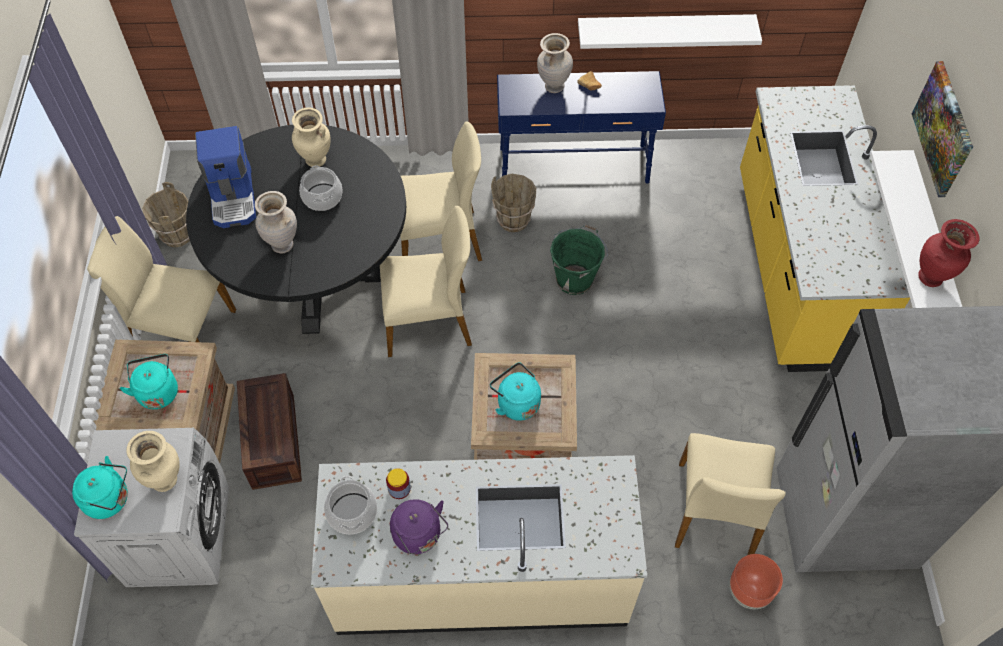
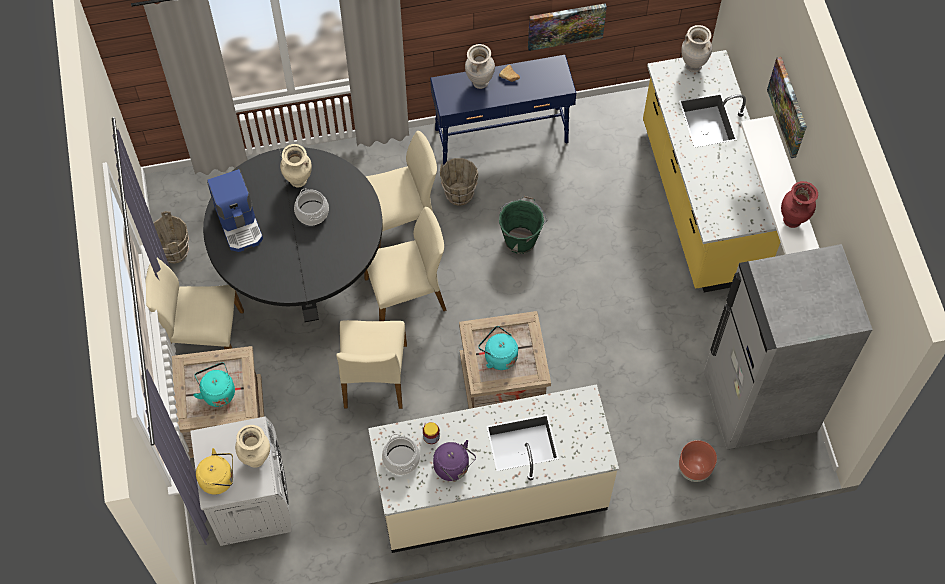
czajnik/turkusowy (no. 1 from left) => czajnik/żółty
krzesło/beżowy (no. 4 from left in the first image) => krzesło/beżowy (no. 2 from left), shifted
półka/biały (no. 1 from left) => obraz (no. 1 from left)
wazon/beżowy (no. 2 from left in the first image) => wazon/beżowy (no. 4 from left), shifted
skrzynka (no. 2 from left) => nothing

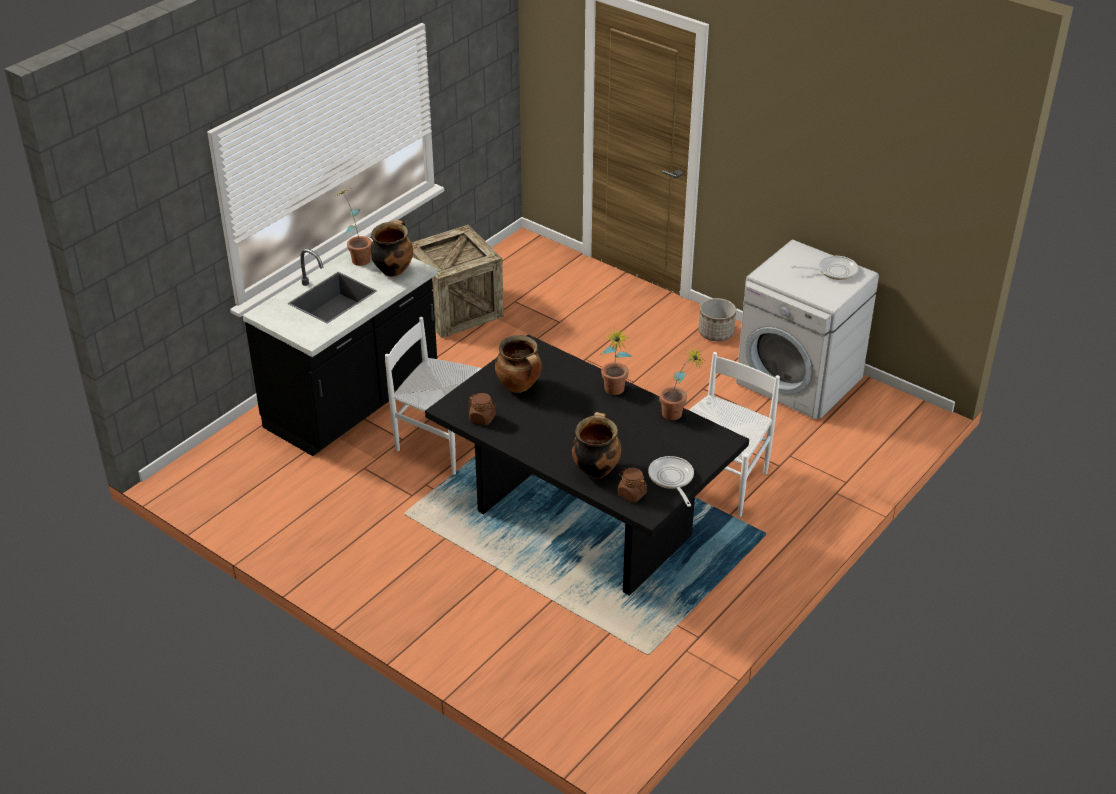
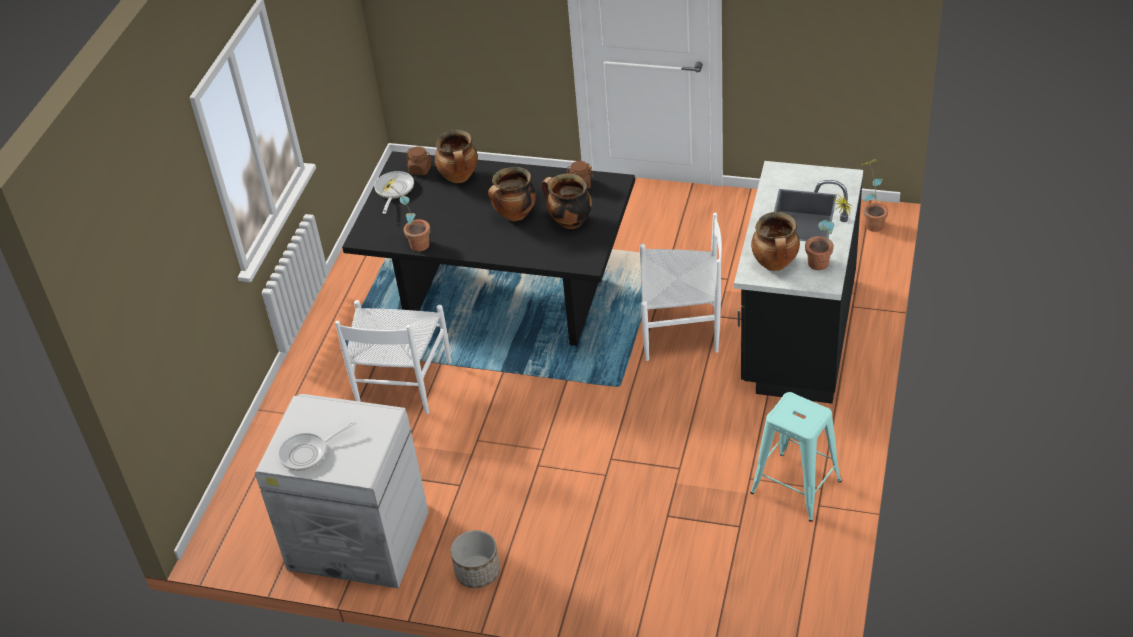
patelnia (no. 1 from left in the first image) => patelnia (no. 2 from left), 135 degrees counterclockwise
nothing => garnek (no. 2 from left)
skrzynka => stołek/turkusowy
roślina doniczkowa (no. 2 from left in the first image) => roślina doniczkowa (no. 3 from left), shifted

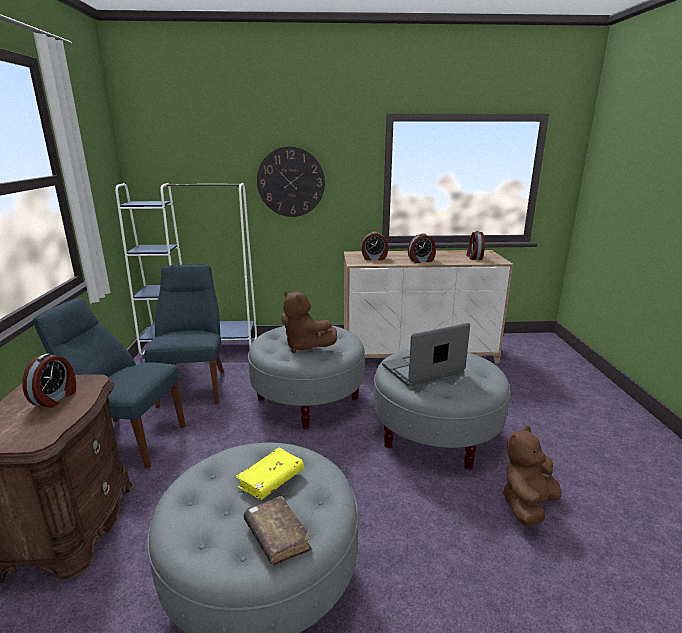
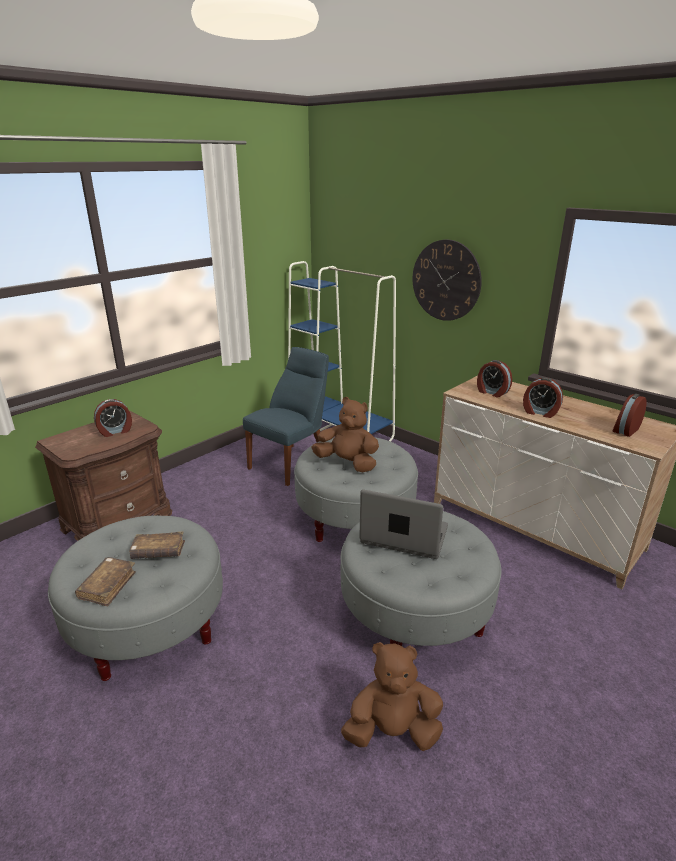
książka/żółty => książka/brązowy (no. 2 from left)
pluszak/brązowy (no. 1 from left), 120 degrees clockwise
krzesło/niebieski (no. 1 from left) => nothing

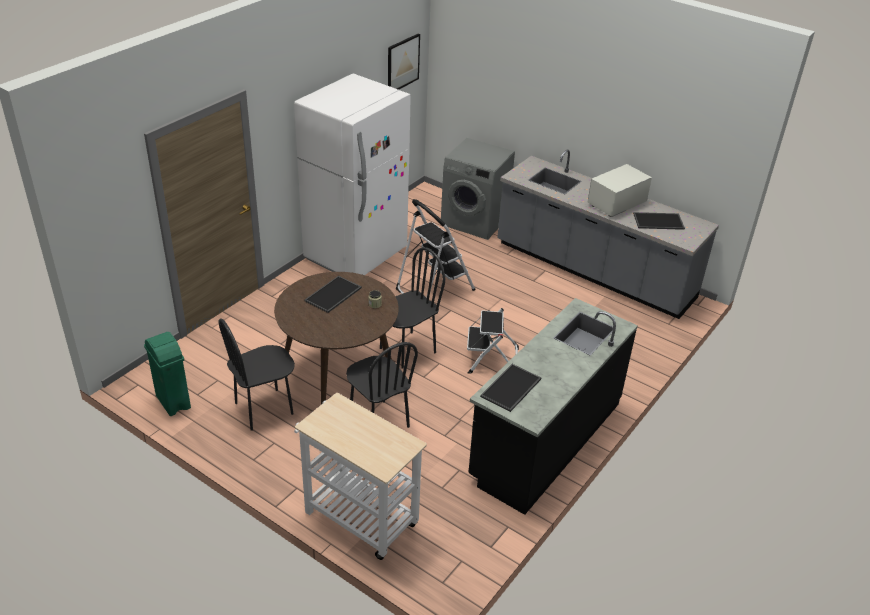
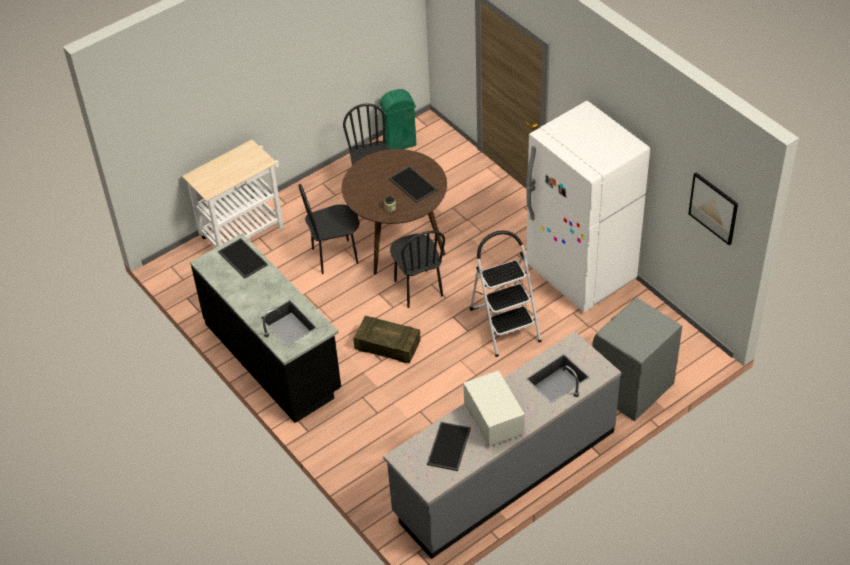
drabinka (no. 2 from left) => skrzynka

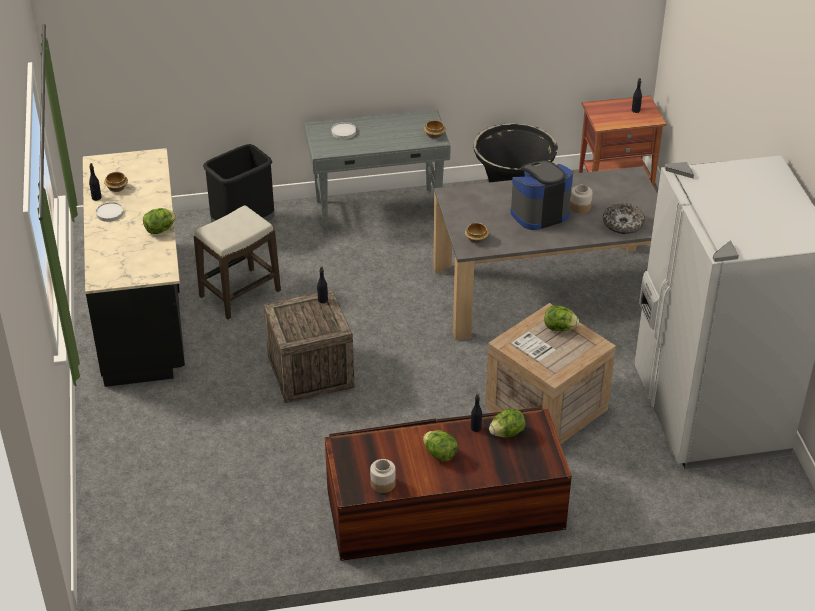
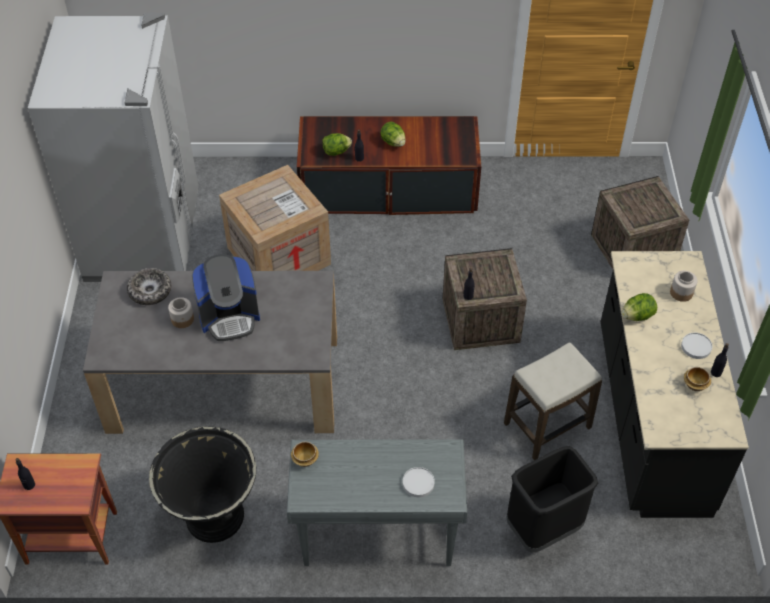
nothing => skrzynka (no. 3 from left)
słoik (no. 1 from left in the first image) => słoik (no. 2 from left), shifted
miska (no. 3 from left) => nothing
sałata (no. 4 from left) => nothing

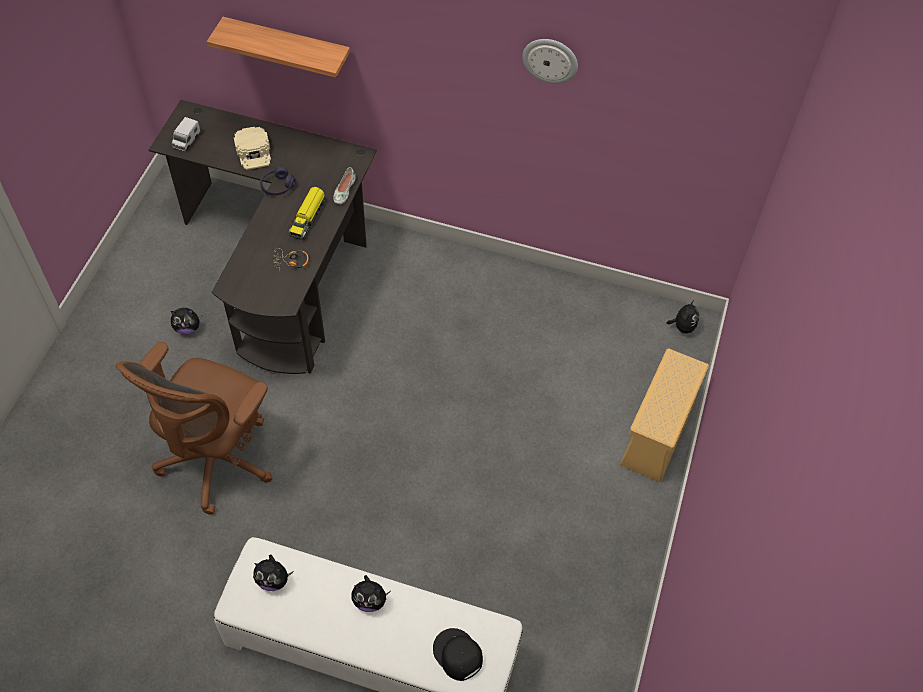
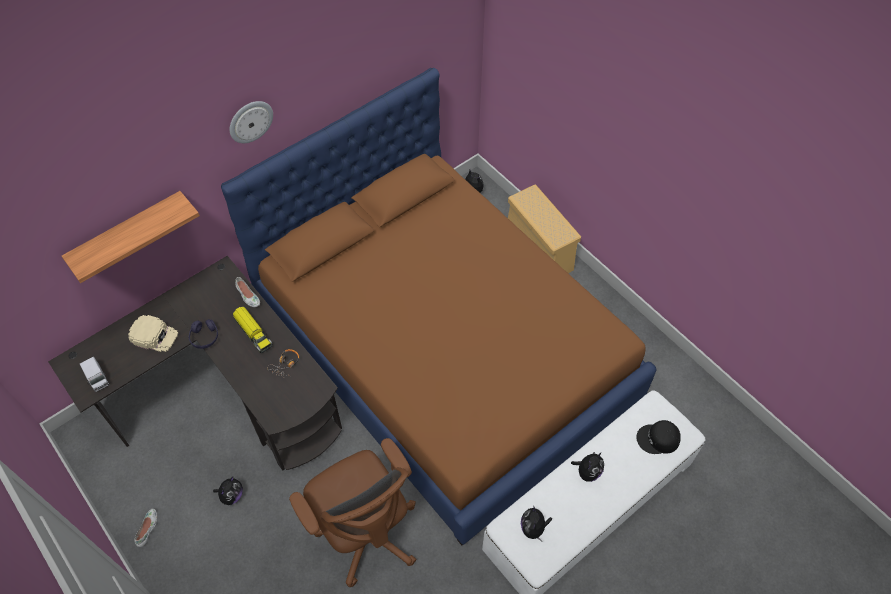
nothing => but/biały (no. 1 from left)
nothing => łóżko/brązowy
zegar ścienny, shifted
pluszak (no. 2 from left in the first image) => pluszak (no. 3 from left), 135 degrees clockwise

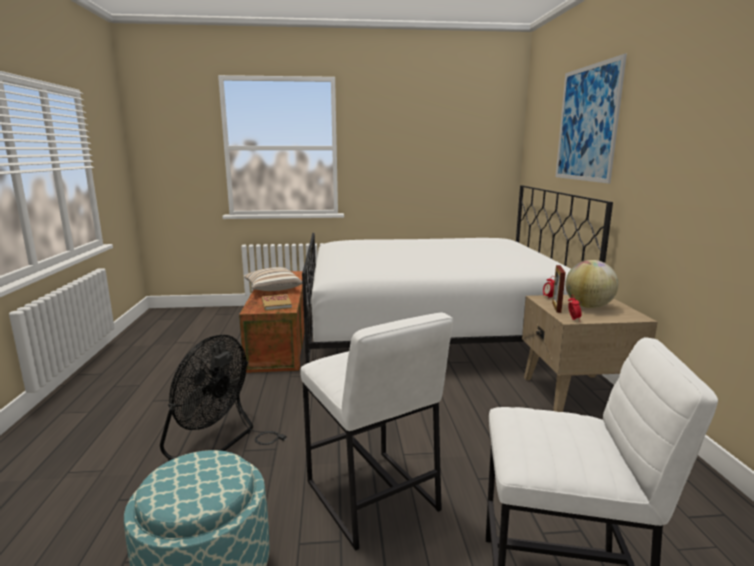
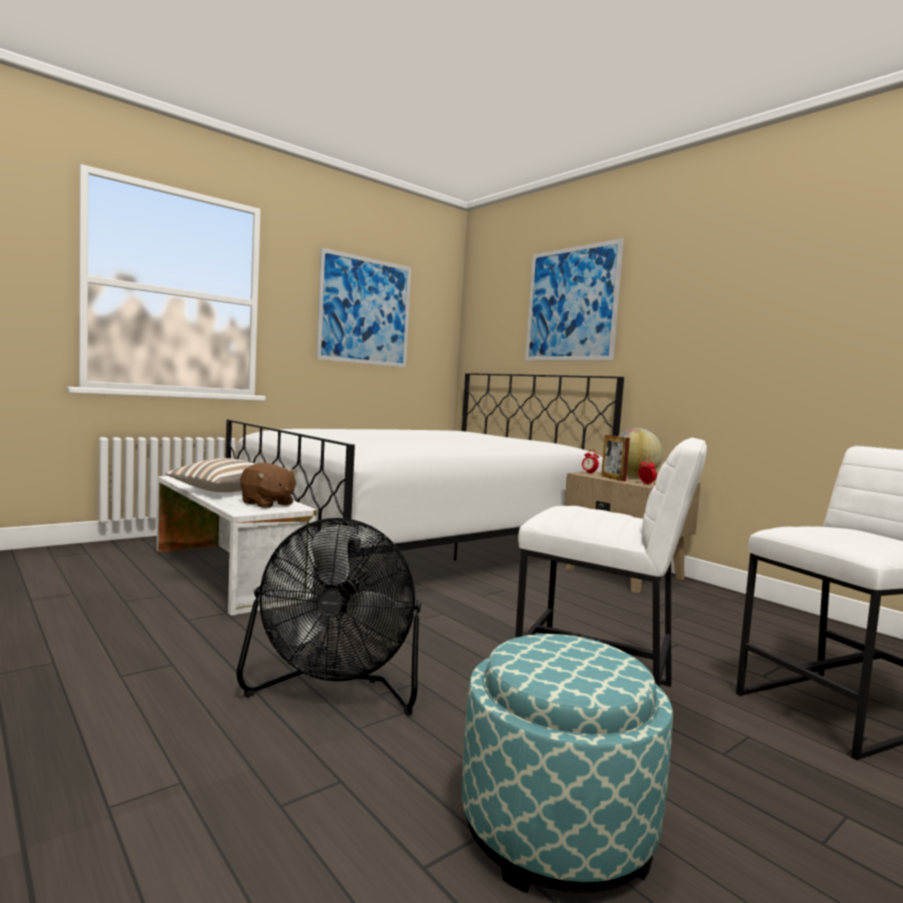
ławka/brązowy => ławka/biały
wentylator/czarny, 75 degrees counterclockwise
książka => pluszak/brązowy
nothing => obraz (no. 1 from left)

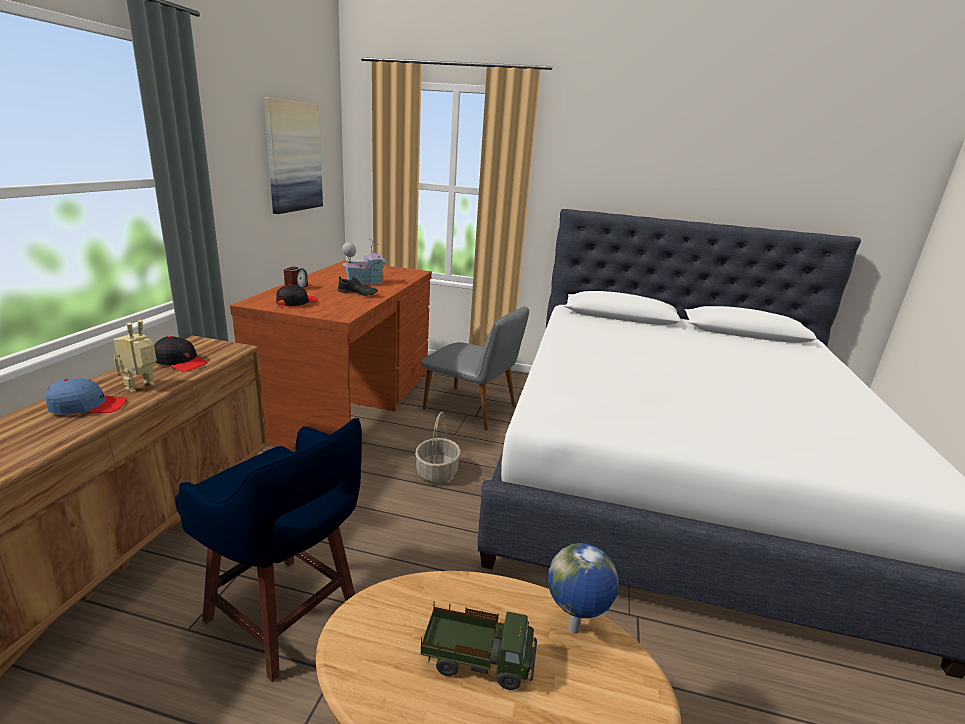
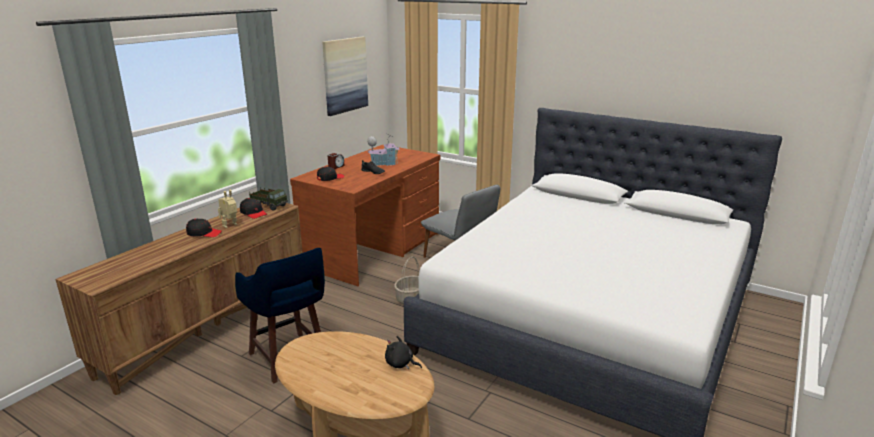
czapka z daszkiem/niebieski => czapka z daszkiem/czarny (no. 1 from left)
ciężarówka zabawkowa, shifted
globus => pluszak/czarny

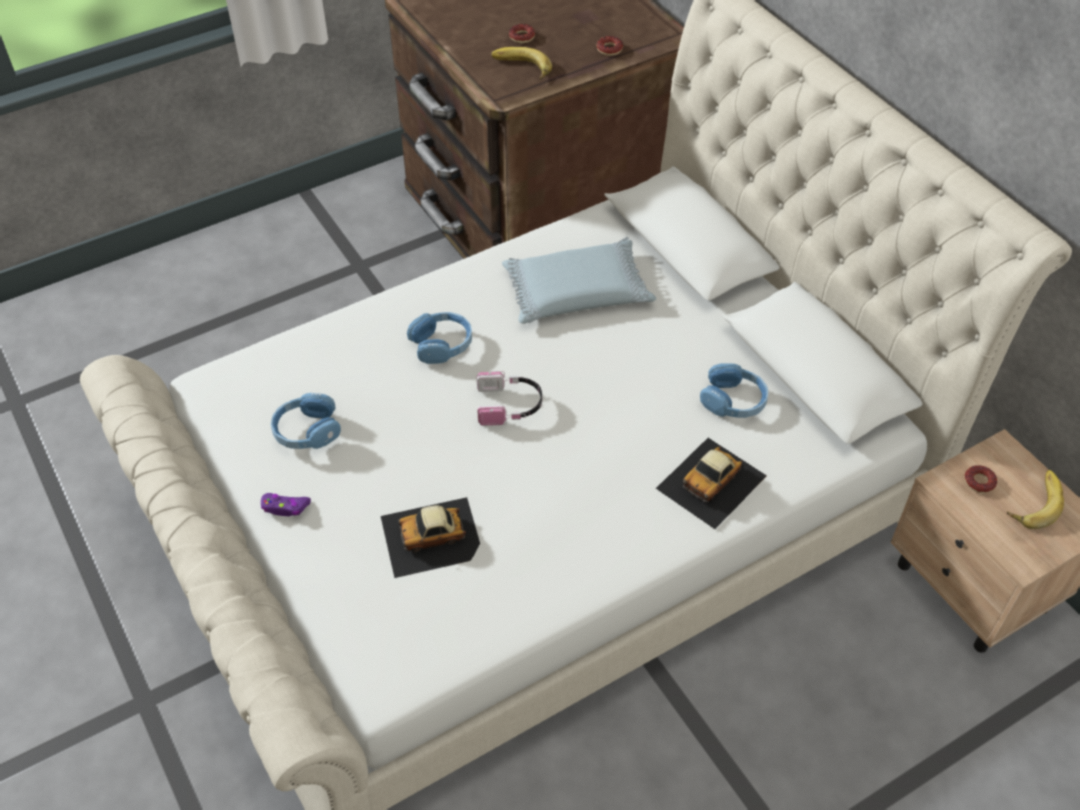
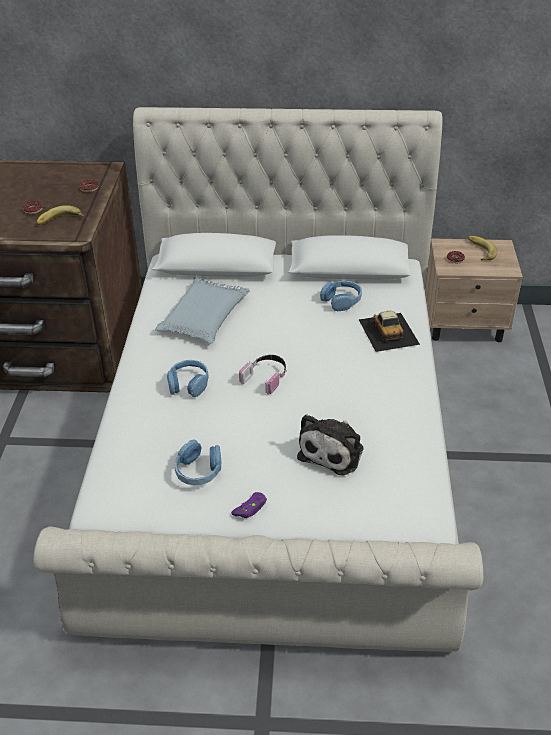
samochodzik (no. 1 from left) => pluszak

